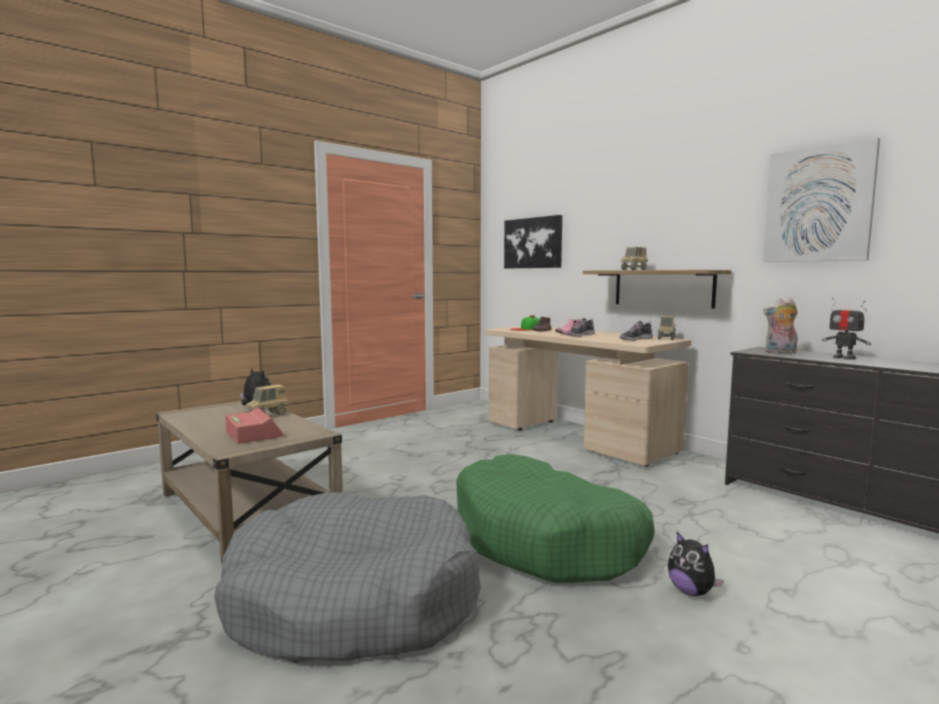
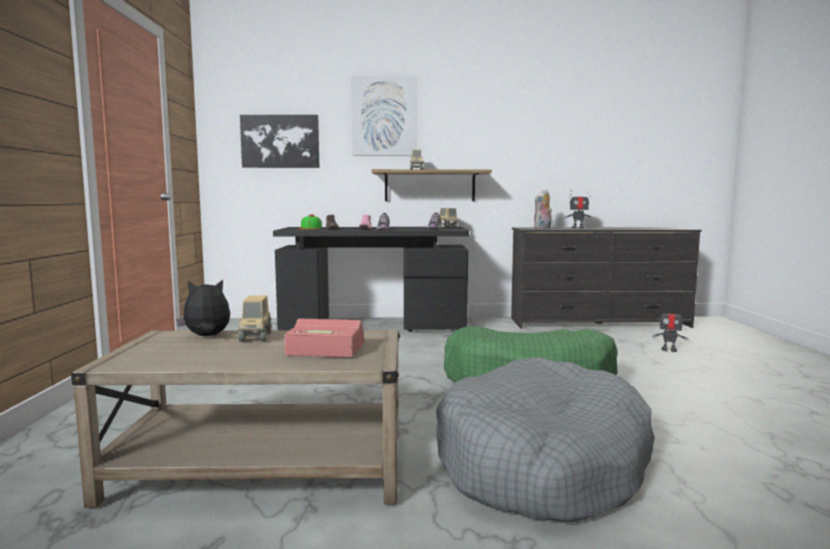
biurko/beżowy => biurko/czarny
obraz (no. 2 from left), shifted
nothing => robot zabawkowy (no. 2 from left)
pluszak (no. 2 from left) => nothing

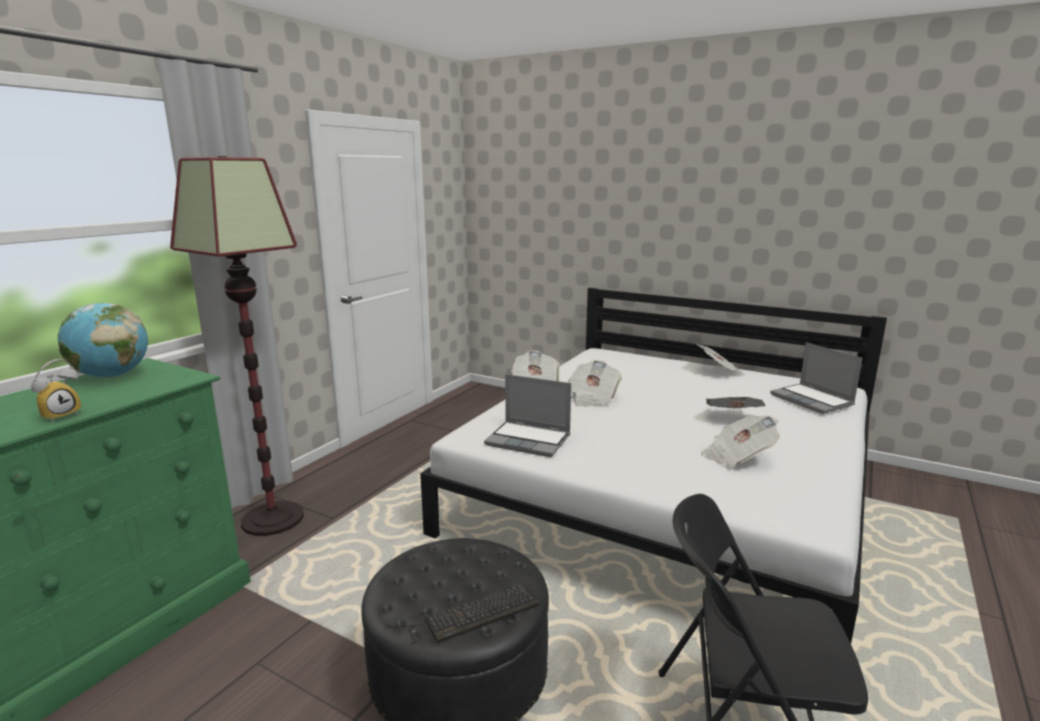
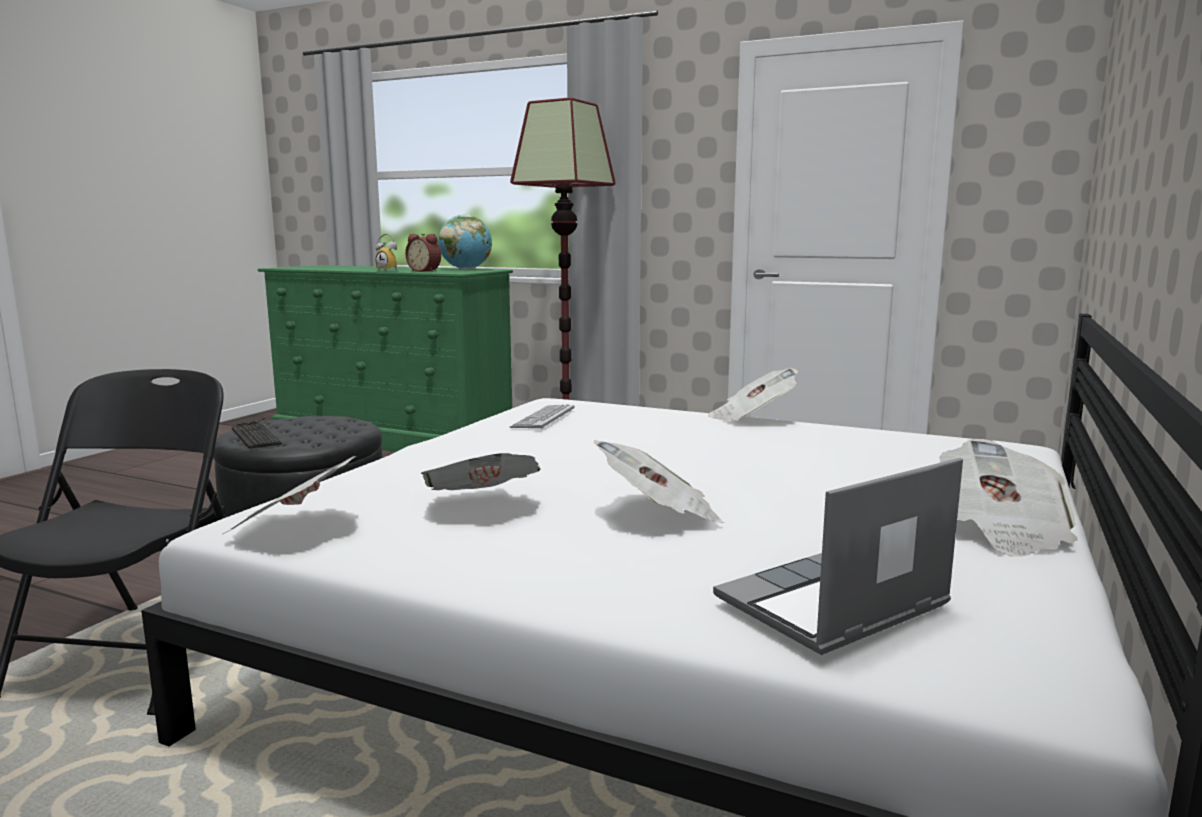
gazeta (no. 2 from left in the first image) => gazeta (no. 1 from left), shifted
nothing => budzik (no. 2 from left)
laptop (no. 1 from left) => klawiatura (no. 2 from left)

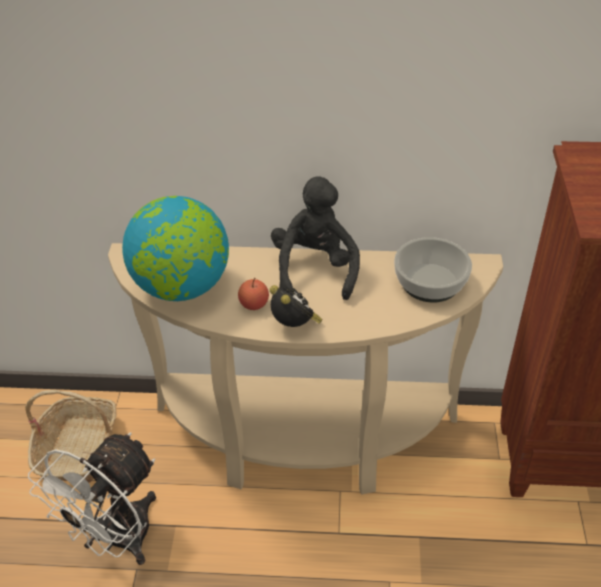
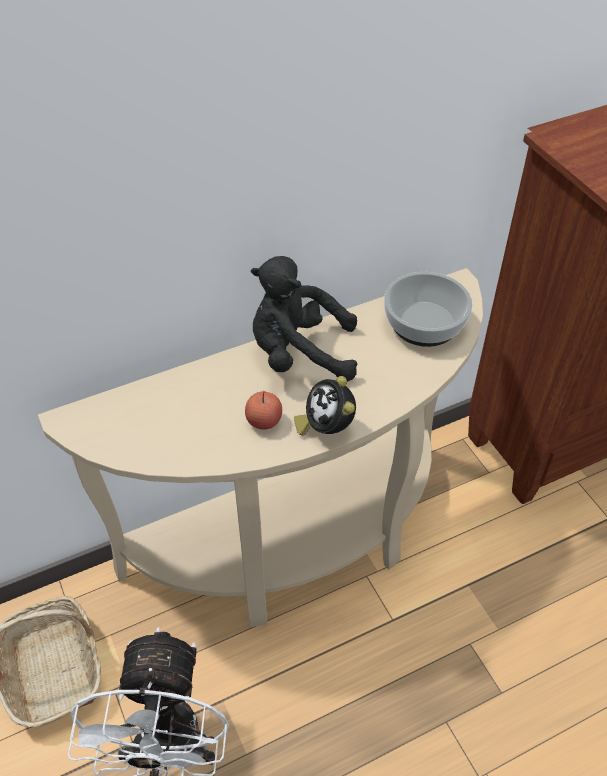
pluszak/czarny, 60 degrees counterclockwise
budzik, 135 degrees counterclockwise
globus => nothing

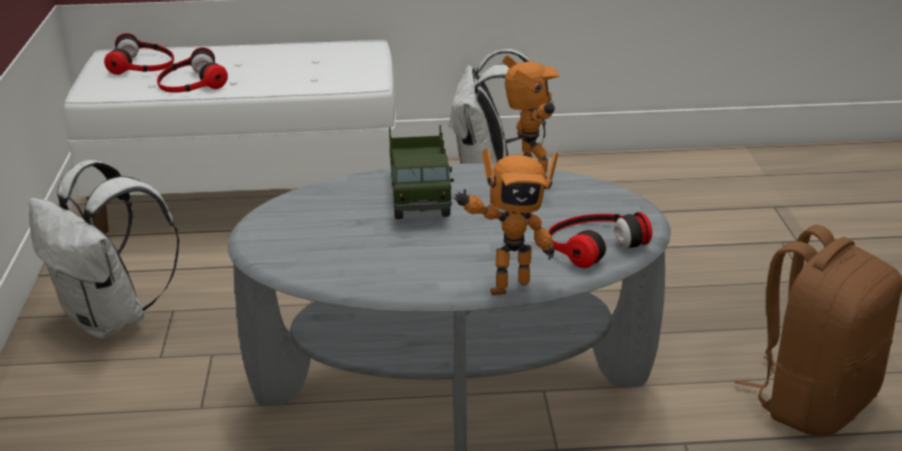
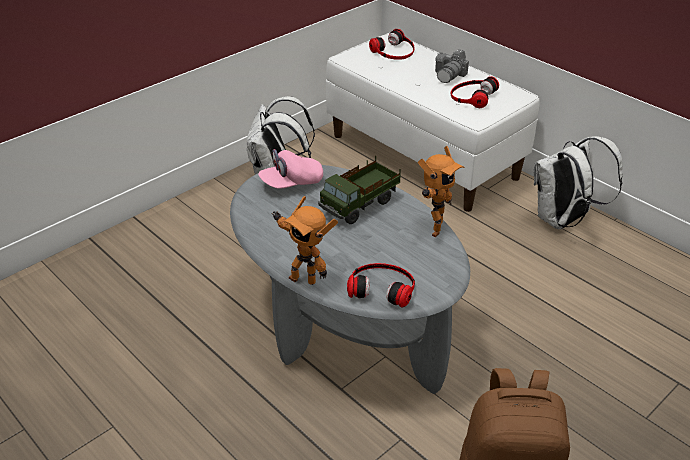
nothing => czapka z daszkiem/różowy
nothing => aparat fotograficzny
słuchawki (no. 2 from left in the first image) => słuchawki (no. 3 from left), shifted

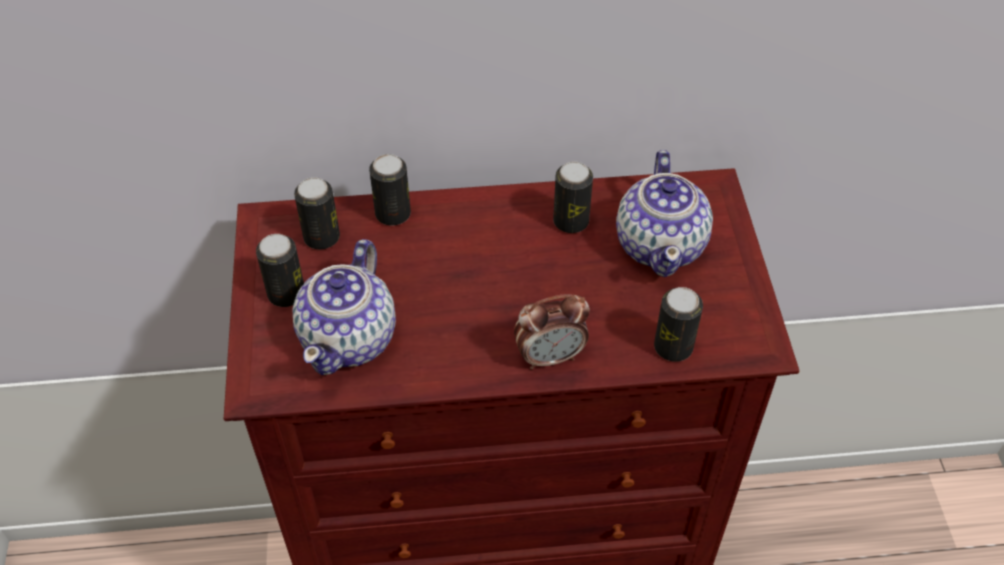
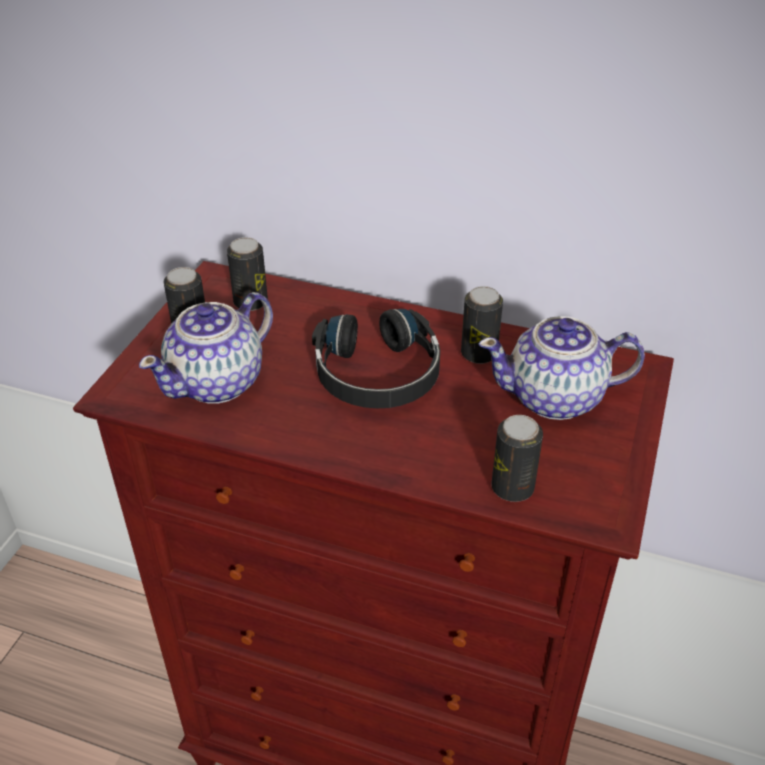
nothing => słuchawki/czarny
imbryk (no. 2 from left), 60 degrees clockwise
puszka (no. 3 from left) => nothing
budzik => nothing

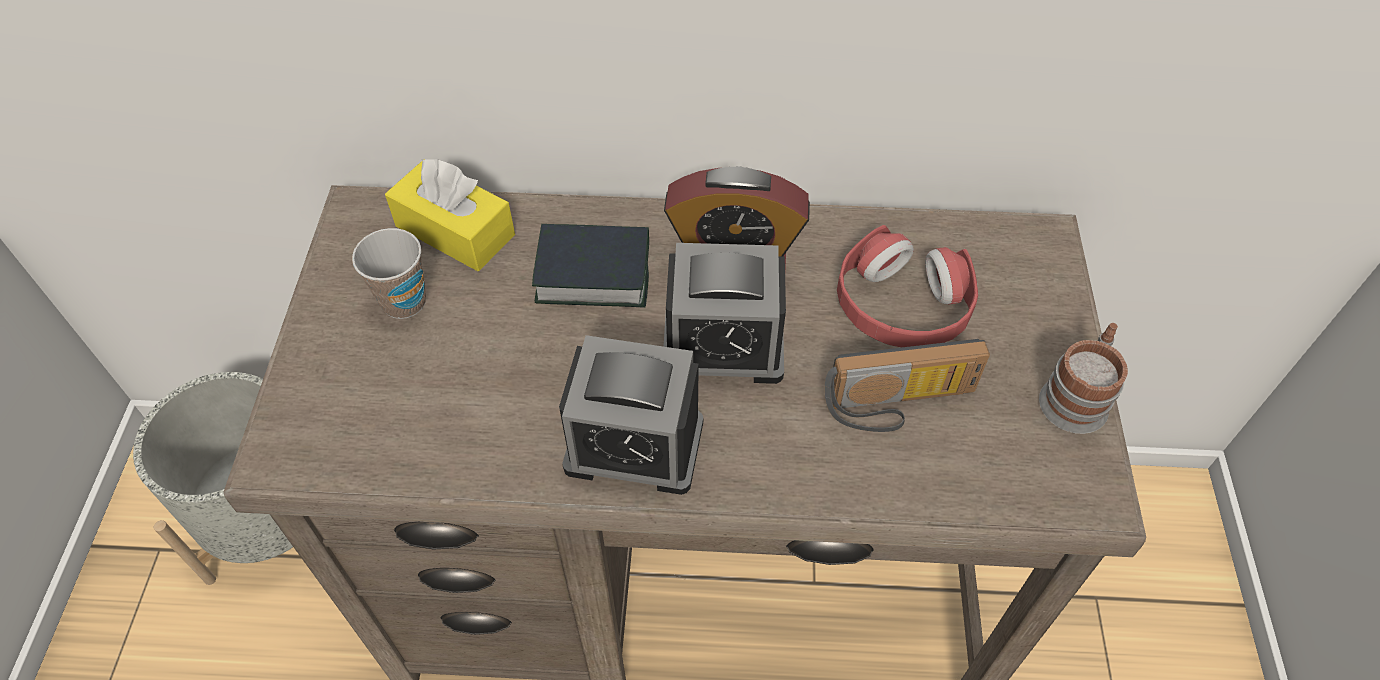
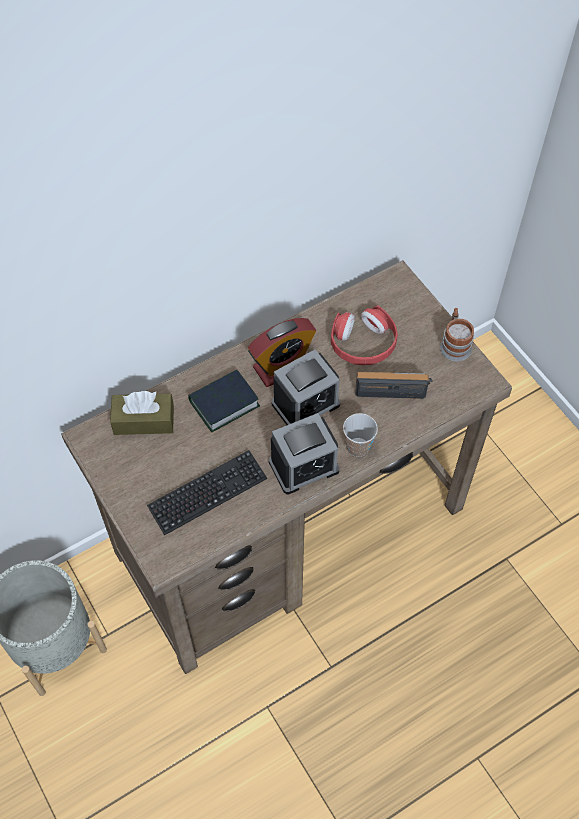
pudełko chusteczek/żółty => pudełko chusteczek/brązowy
nothing => klawiatura
filiżanka, shifted
radio, 135 degrees counterclockwise

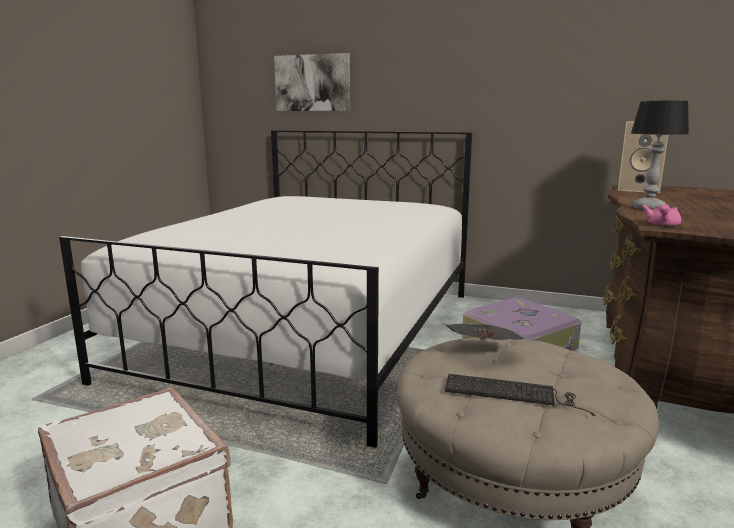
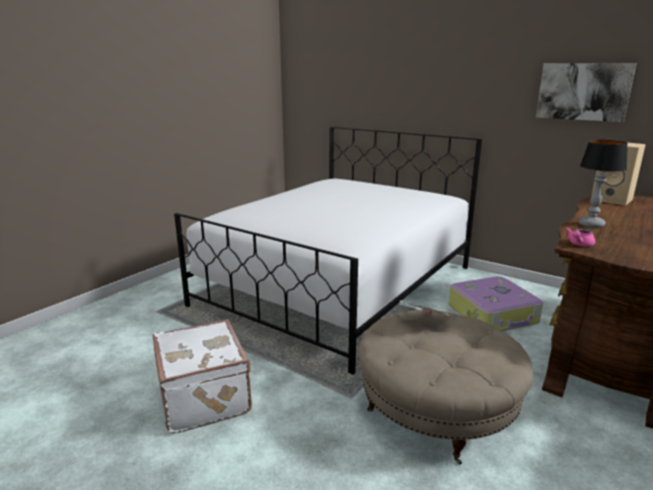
obraz, shifted
klawiatura => nothing

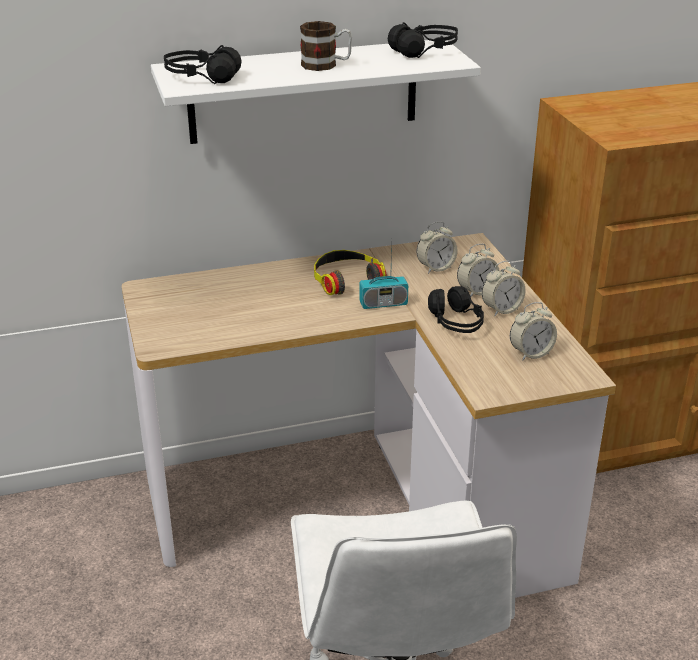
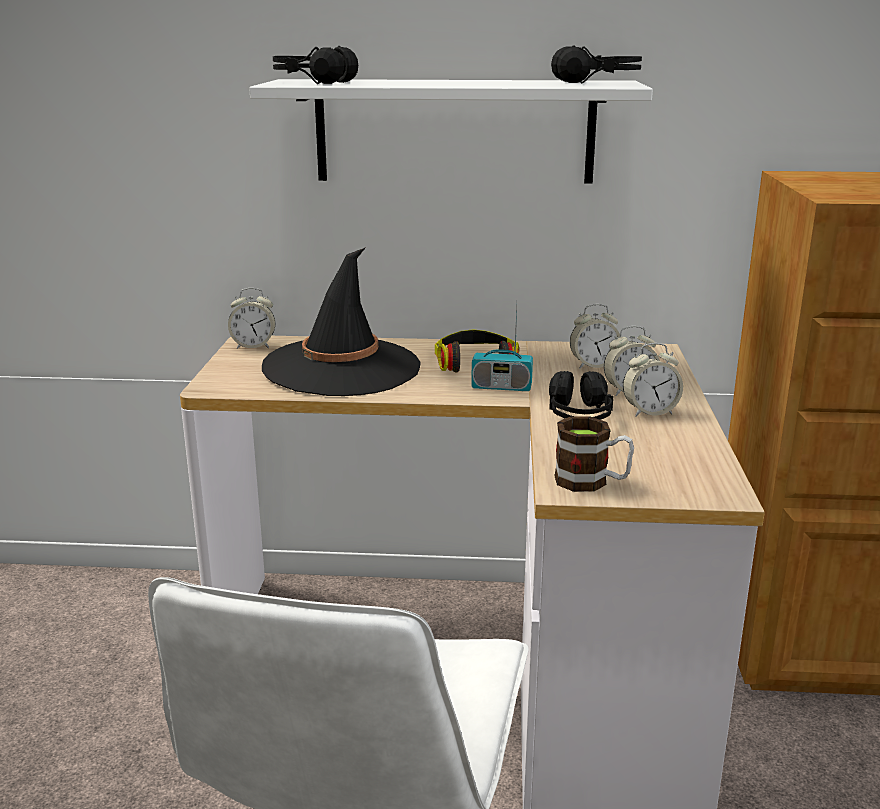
budzik (no. 4 from left in the first image) => budzik (no. 1 from left), shifted
nothing => kapelusz/czarny
kubek, shifted

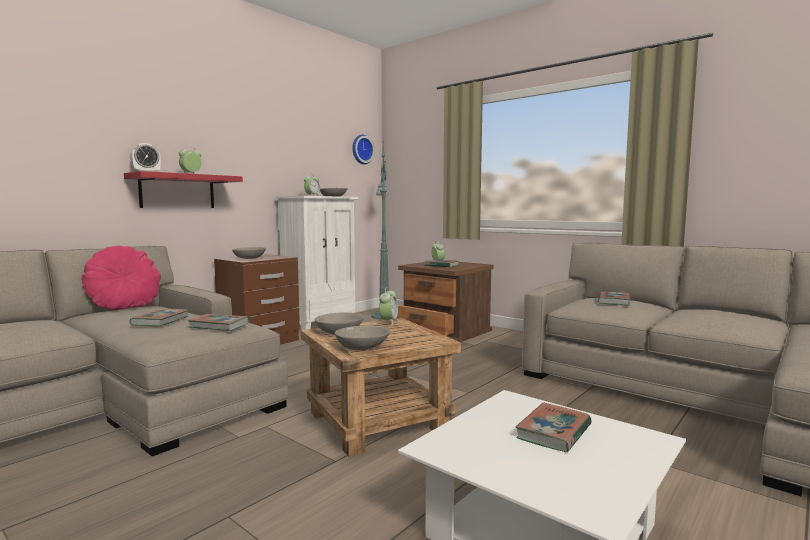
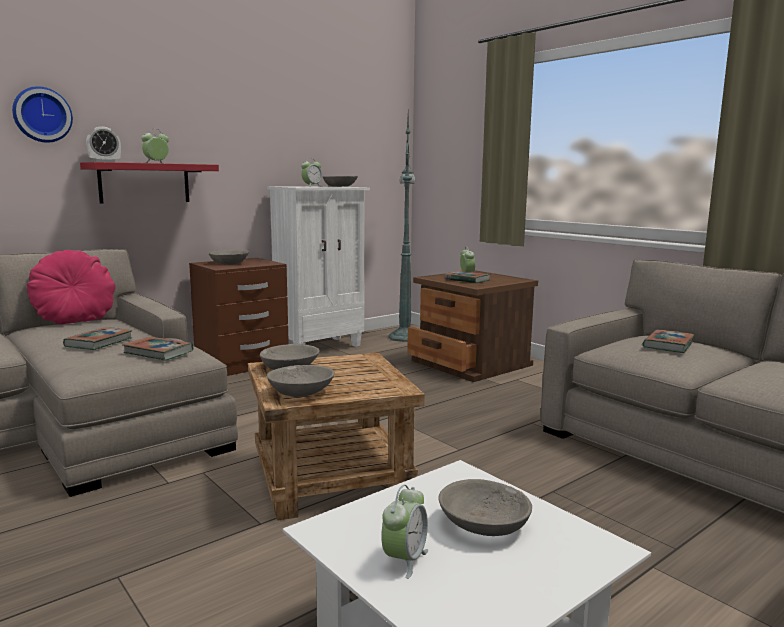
zegar ścienny, shifted
budzik (no. 4 from left), shifted
książka (no. 4 from left) => miska/szary (no. 5 from left)

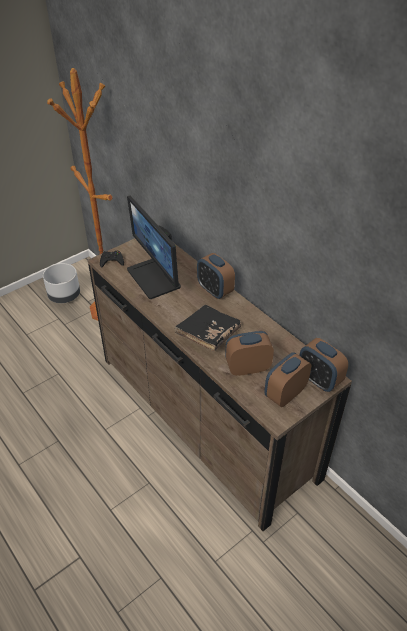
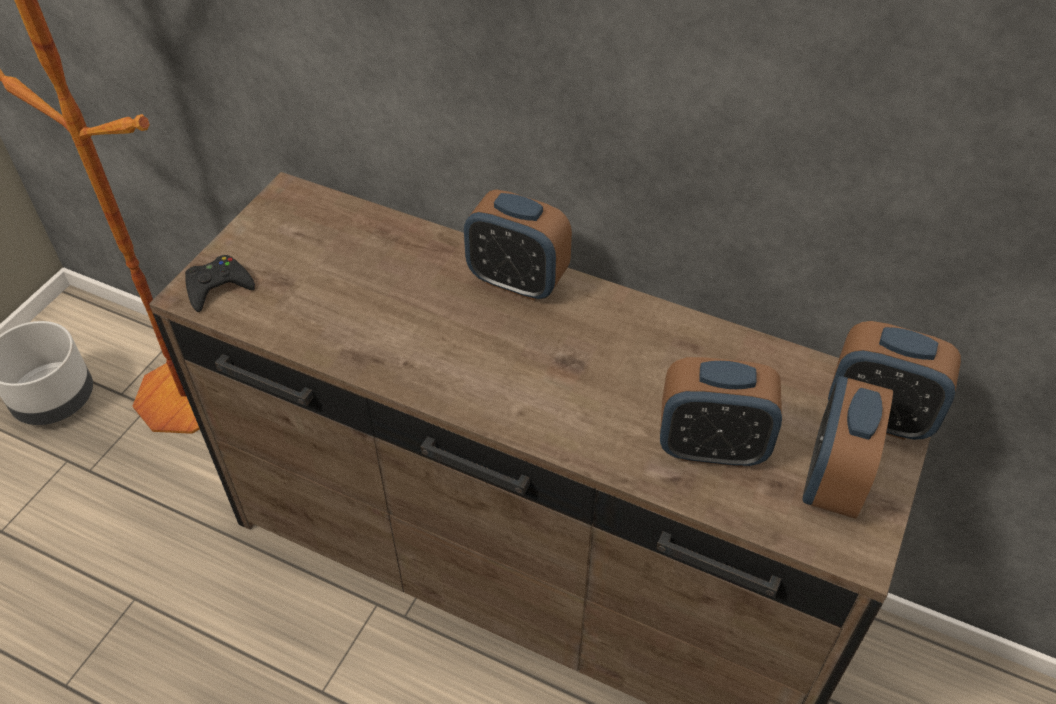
budzik (no. 2 from left), 135 degrees counterclockwise
monitor => nothing
książka/czarny => nothing

